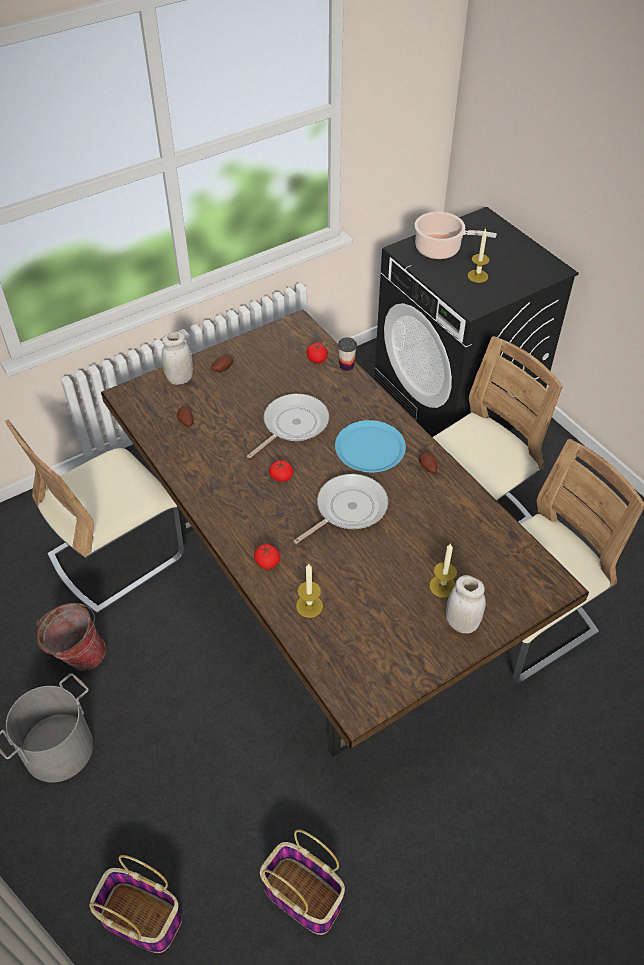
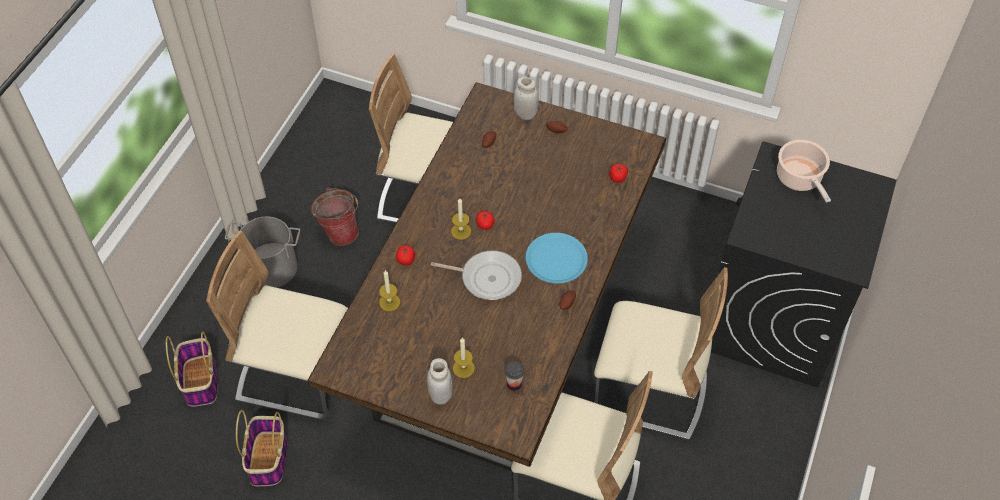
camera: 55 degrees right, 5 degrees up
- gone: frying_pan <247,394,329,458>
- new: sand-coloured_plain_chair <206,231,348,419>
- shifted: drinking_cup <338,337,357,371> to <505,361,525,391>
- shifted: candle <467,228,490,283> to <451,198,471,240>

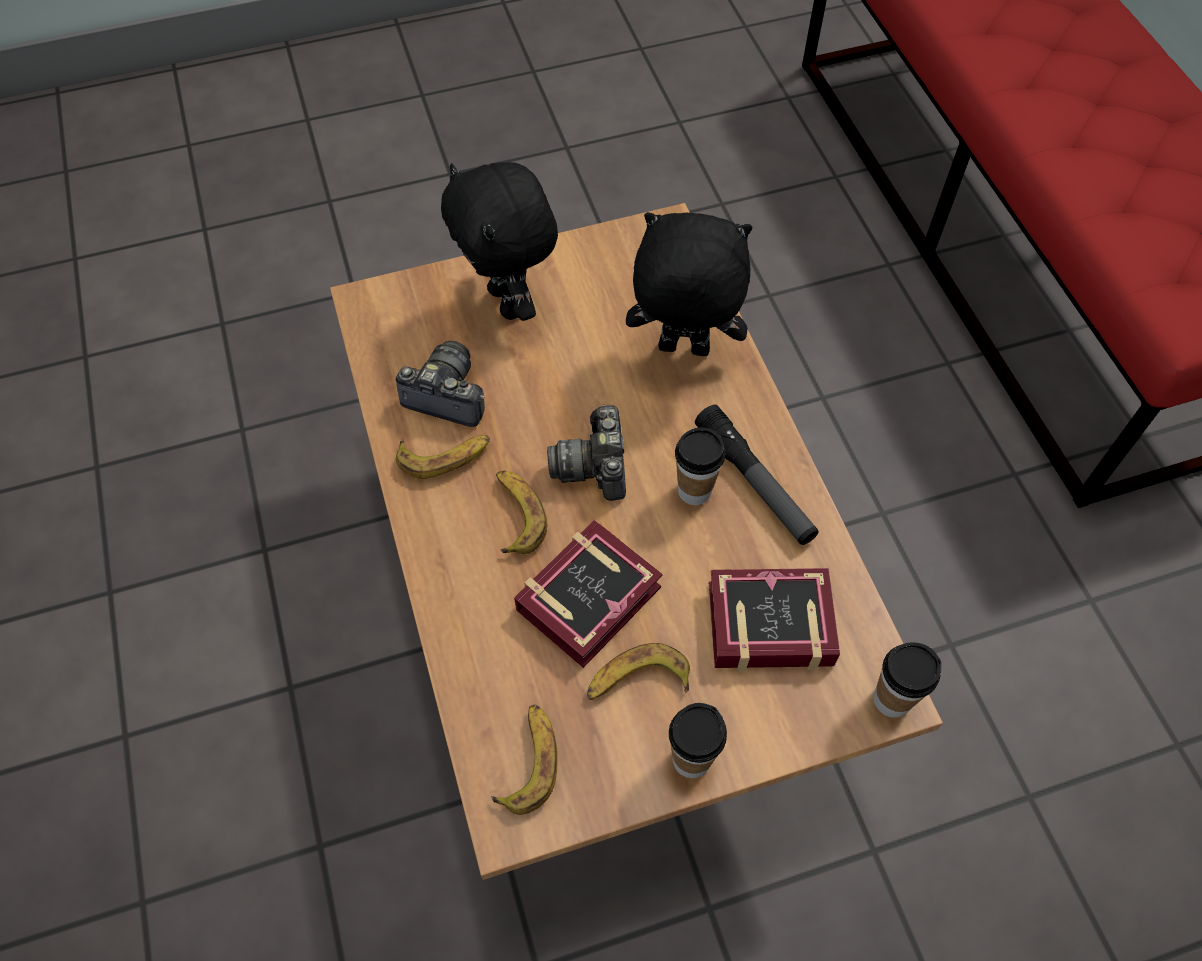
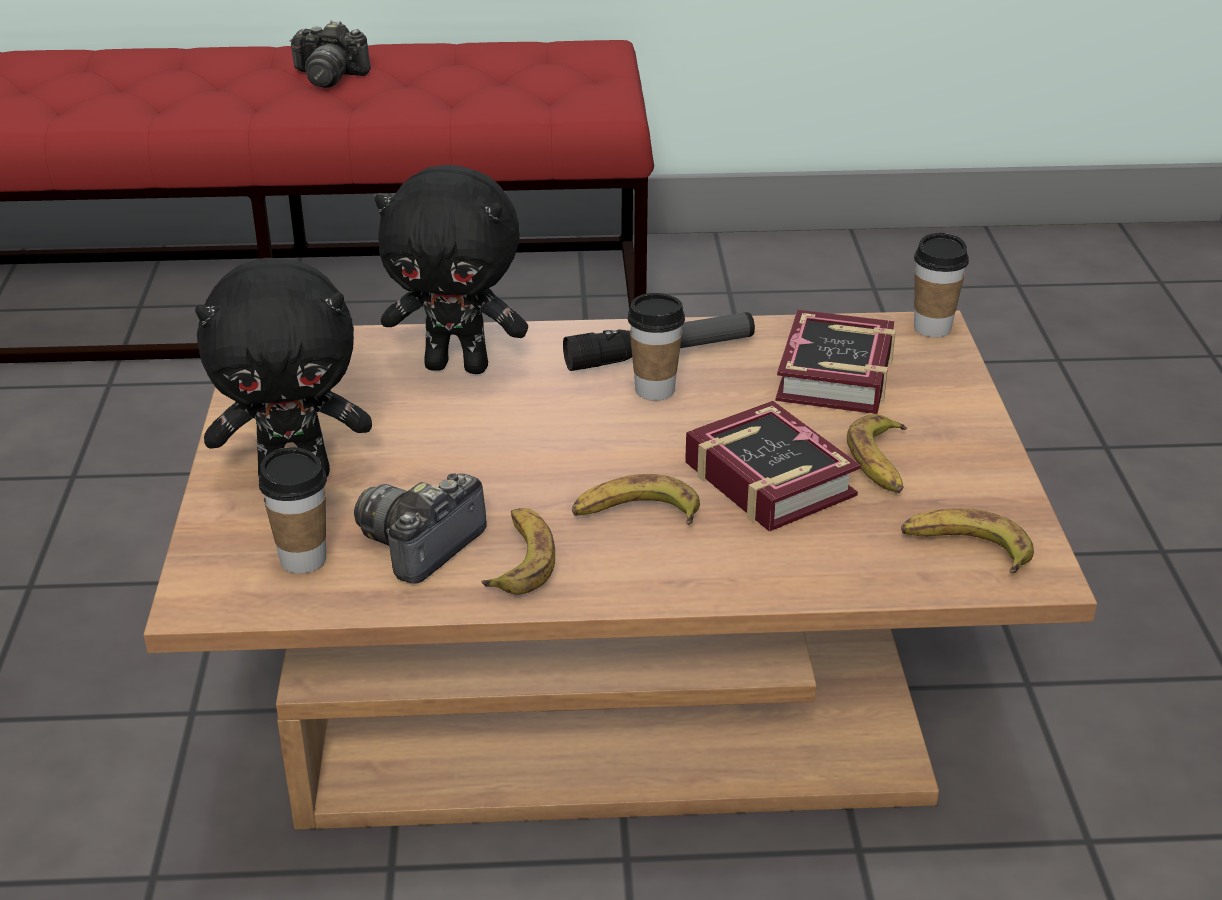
camera: 75 degrees left, 25 degrees down
- shifted: still_camera <547,404,626,501> to <289,20,371,88>
- shifted: drinking_cup <669,703,727,778> to <259,447,327,574>
- rotated: blackish_cuddly_toy <626,212,752,356> = <375,165,528,374> 105 degrees counterclockwise

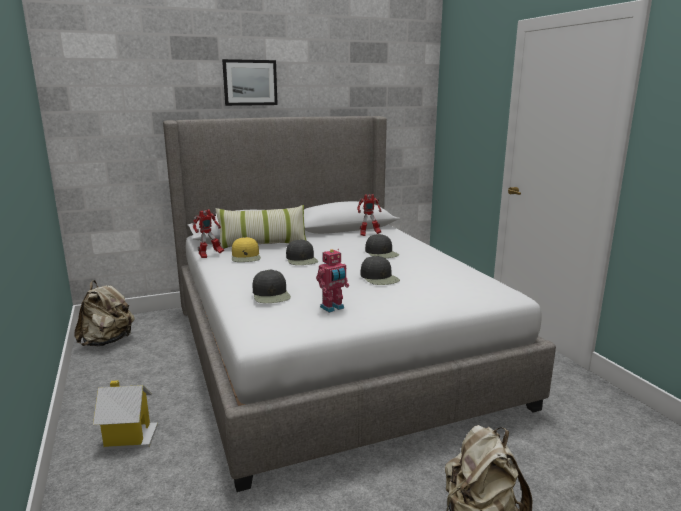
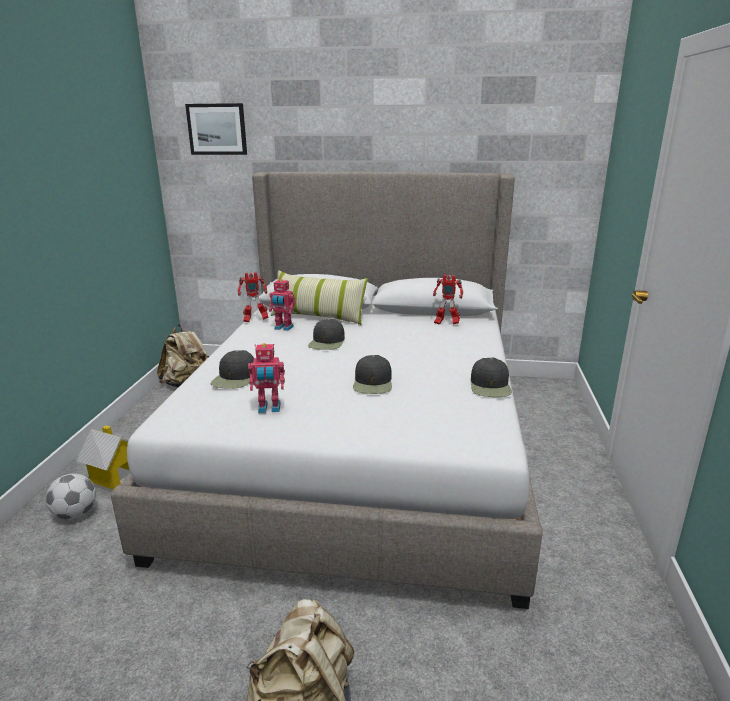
camera: 30 degrees right, 5 degrees up
- new: football <46,474,96,520>
- shifted: picture <222,59,278,106> to <185,103,247,155>
- shifted: blackish_peaked_cap <365,234,399,258> to <471,358,512,397>
- swapped: yellow-coloured_peaked_cap <232,237,261,262> to robot_figure <269,279,296,331>

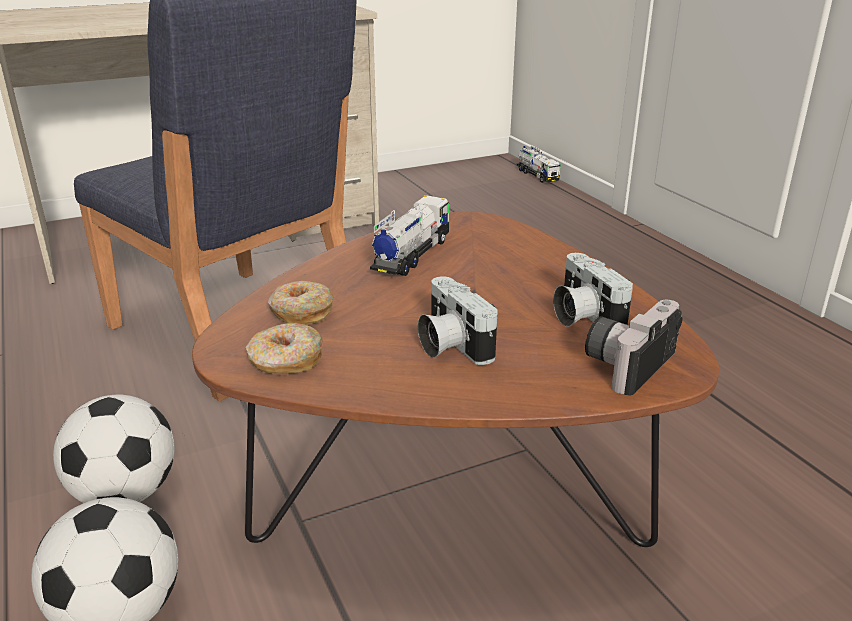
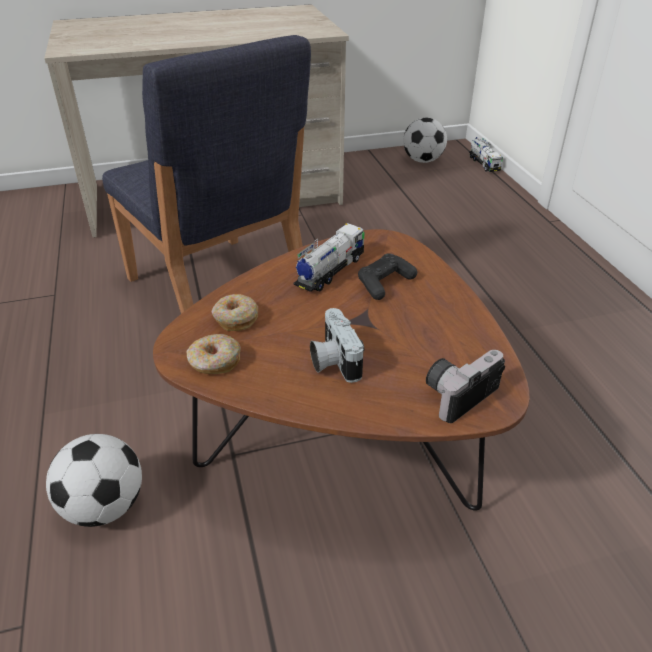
camera: 10 degrees right, 10 degrees up
- gone: still_camera <553,253,633,327>
- new: blackish_joypad <358,253,417,300>
- shifted: football <53,395,175,503> to <403,118,447,163>

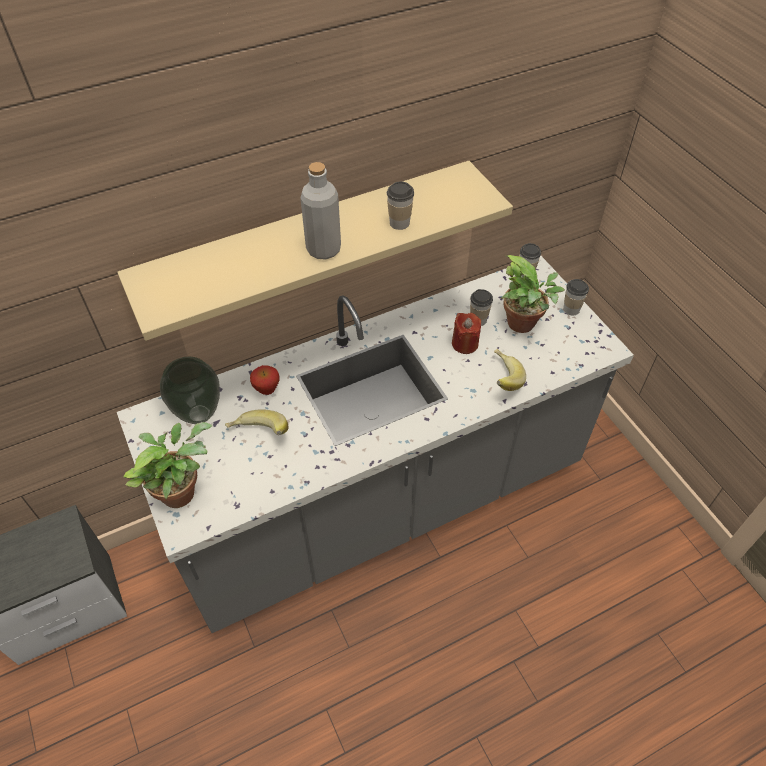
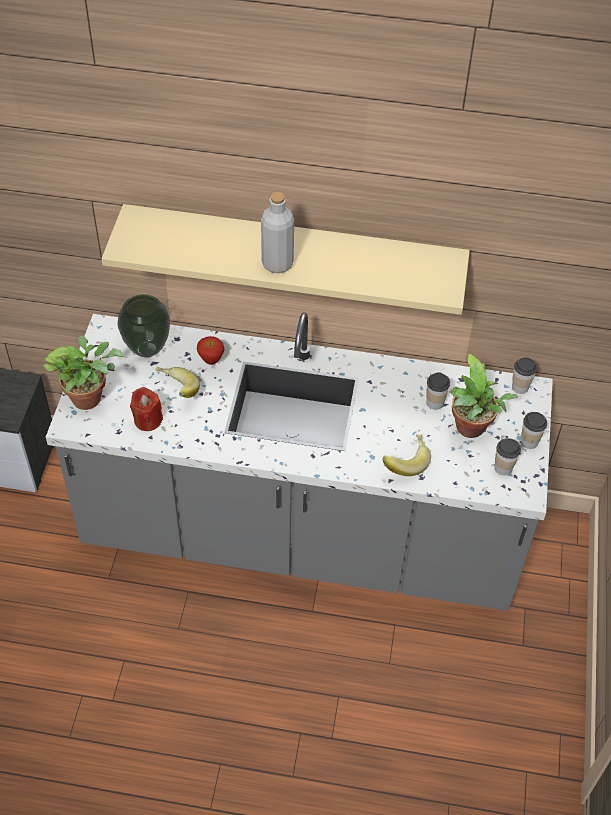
camera: 35 degrees right, 0 degrees up
- shifted: drinking_cup <387,181,414,230> to <494,438,521,475>
- shifted: red-coloured_candle <452,313,481,354> to <130,387,163,431>

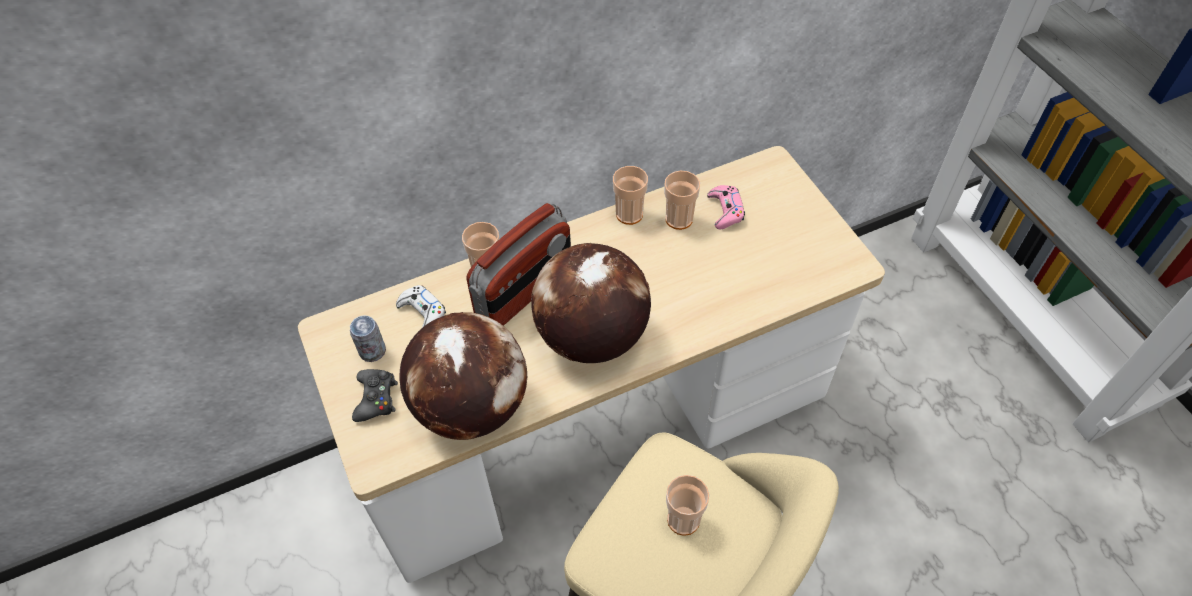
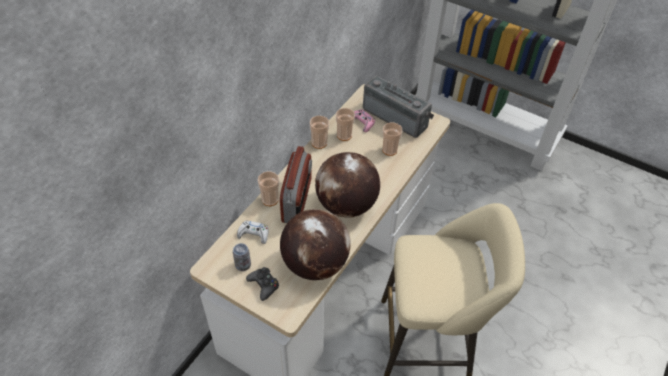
camera: 35 degrees left, 5 degrees down
- new: radio_receiver <363,75,434,138>
- shifted: drinking_cup <666,475,709,536> to <382,122,402,156>

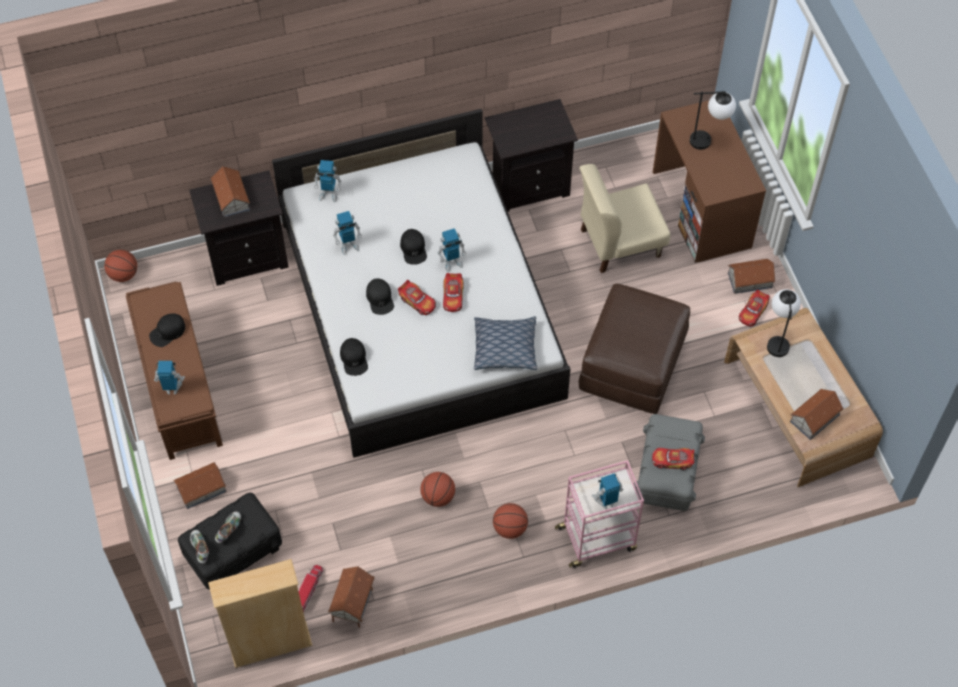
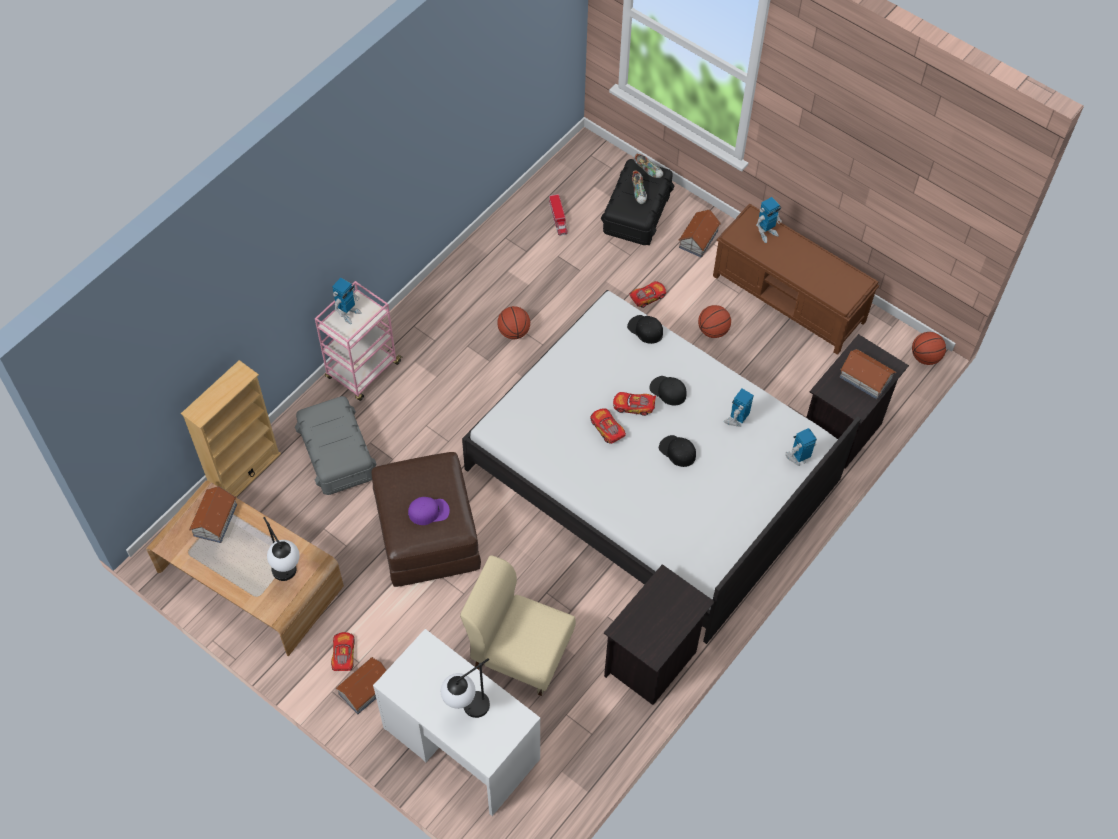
camera: 145 degrees right, 0 degrees up
- gone: blackish_peaked_cap <149,313,185,347>
- gone: toy_house <328,566,375,628>
- gone: robot_figure <438,228,466,272>
- gone: pillow <474,316,537,370>
- new: purple_peaked_cap <408,497,450,525>
- shifted: sand-coloured_bookcase <208,559,313,668> to <181,360,281,497>
- shifted: basketball <493,503,528,539> to <698,305,731,338>
- shifted: toy_car <652,448,694,470> to <629,281,666,308>
- repainted: brown-coloured_desk <653,100,766,263> to whitish_desk <373,629,541,816>
- rotated: sand-coloured_plain_chair <579,164,670,273> = <460,555,576,696> 105 degrees counterclockwise

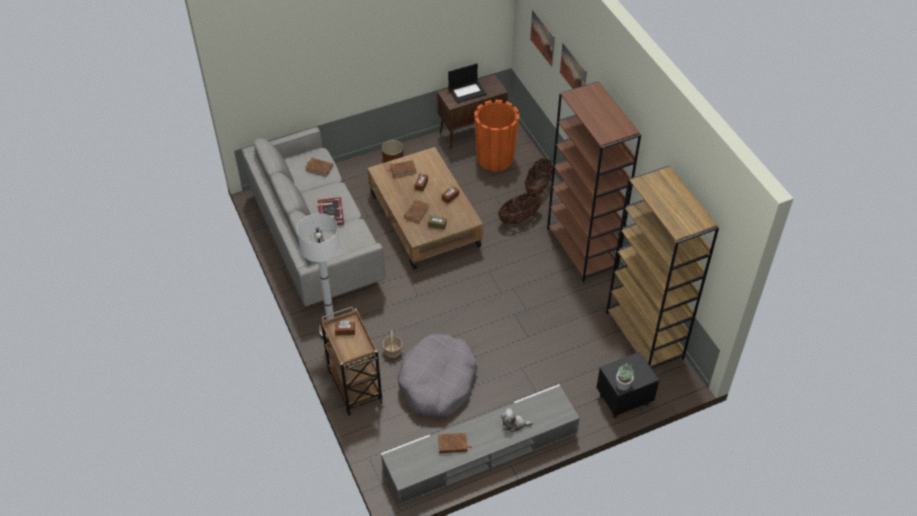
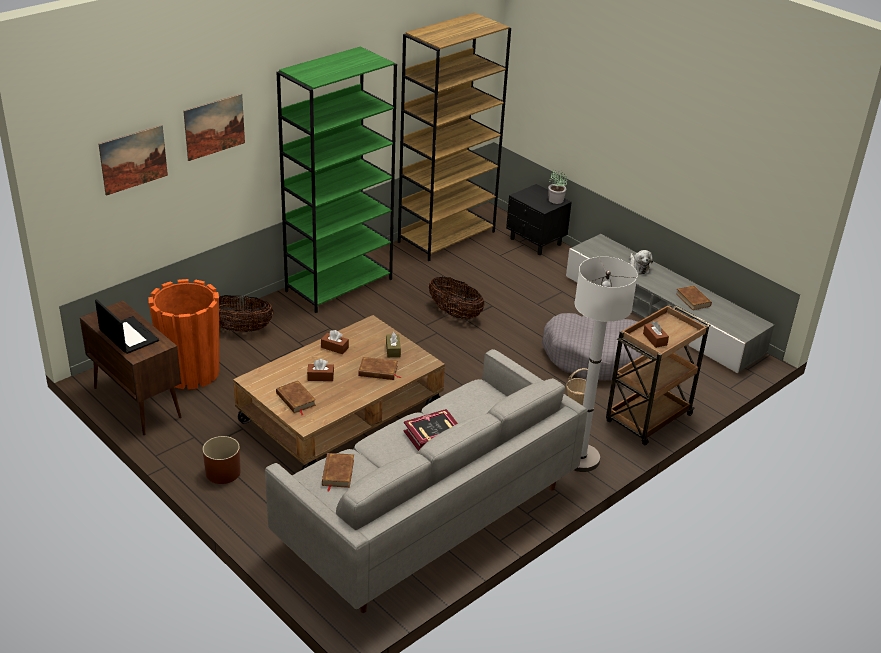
camera: 110 degrees left, 15 degrees down
- shifted: storage_basket <498,193,542,224> to <429,277,485,320>
- repainted: brown-coloured_bookcase <547,81,641,283> to green_bookcase <277,47,397,313>

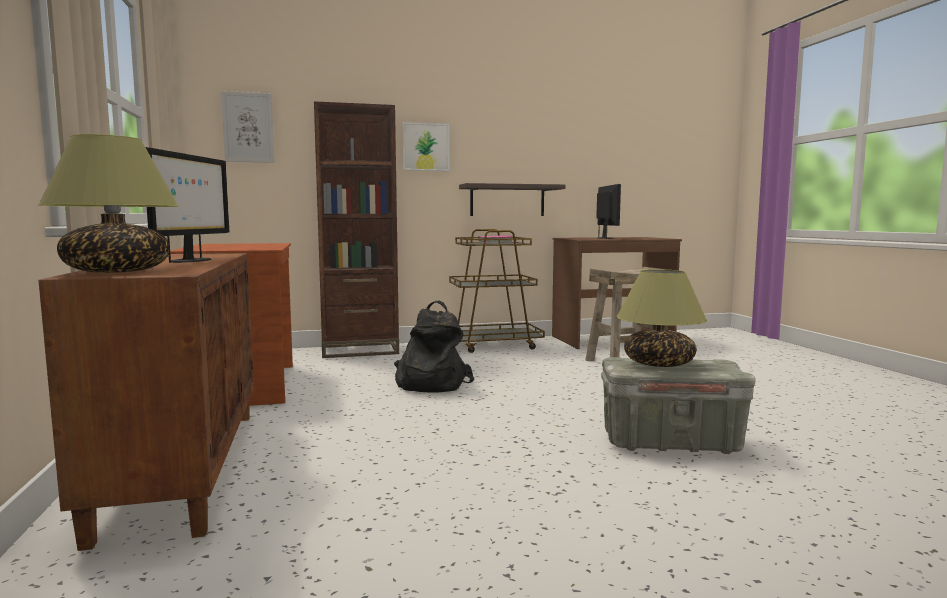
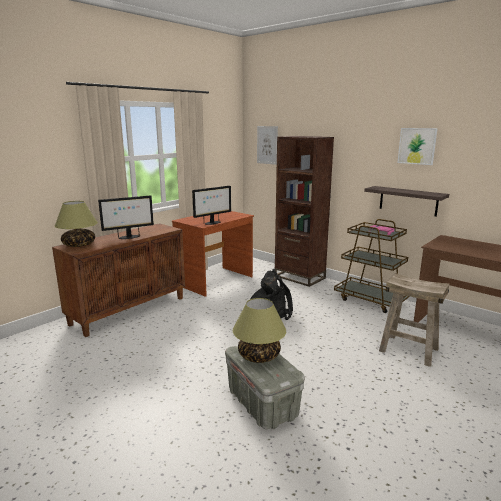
camera: 55 degrees right, 10 degrees up
- shifted: picture <402,122,449,171> to <397,128,438,165>
- shifted: computer_screen <596,184,621,239> to <192,186,231,225>

